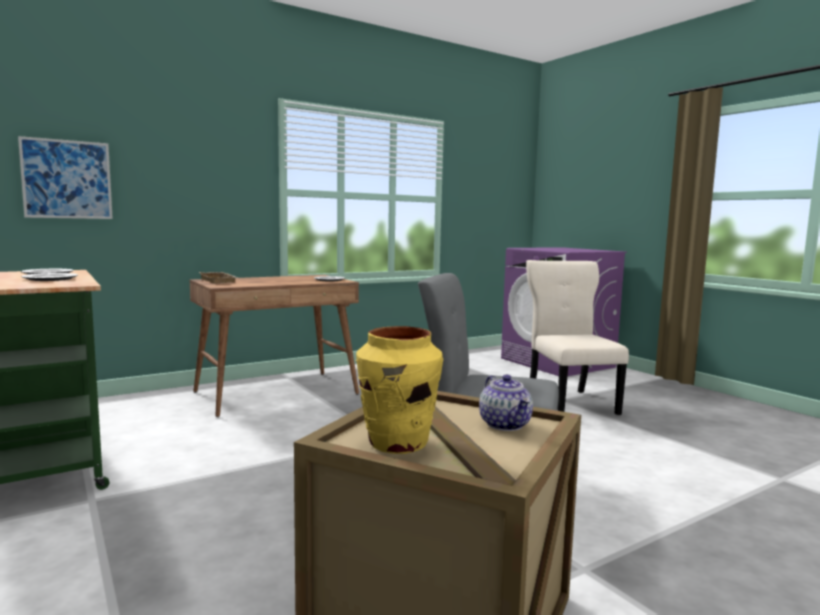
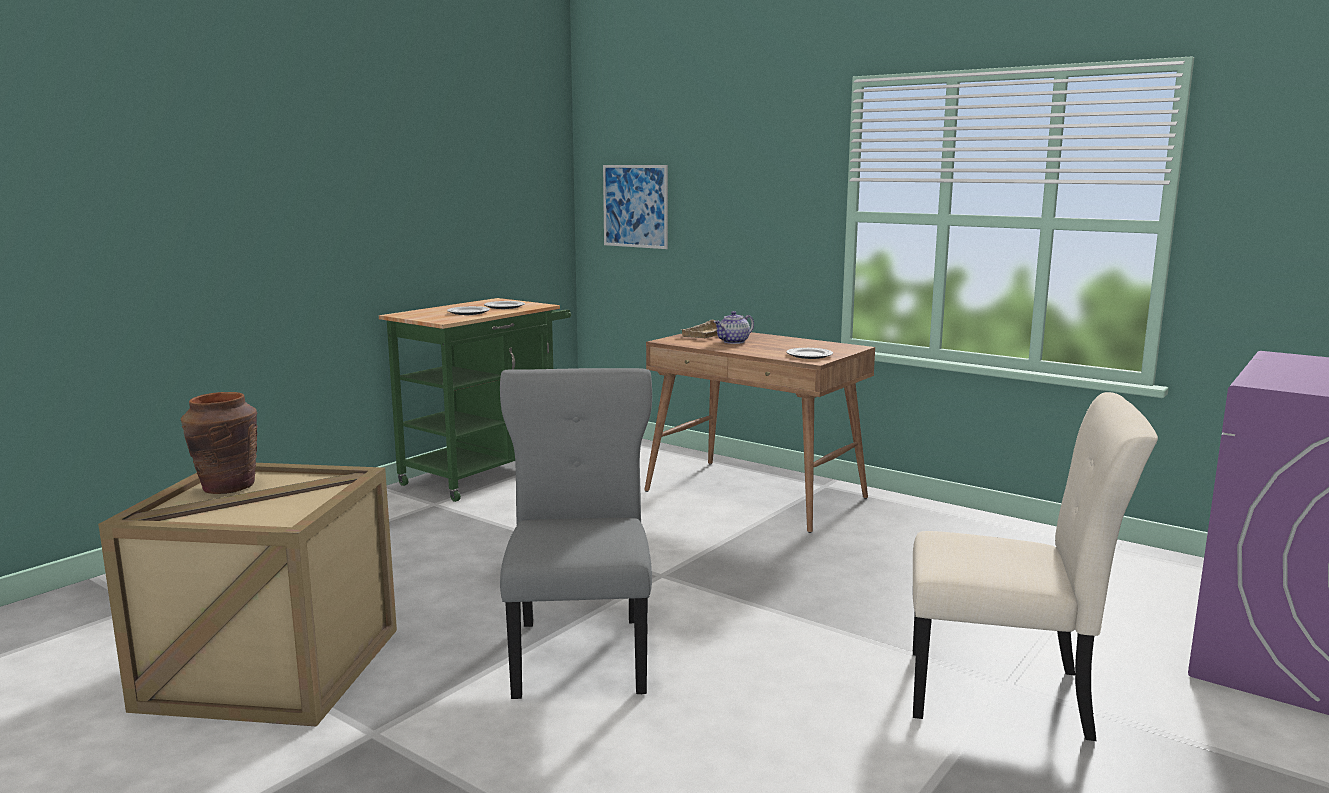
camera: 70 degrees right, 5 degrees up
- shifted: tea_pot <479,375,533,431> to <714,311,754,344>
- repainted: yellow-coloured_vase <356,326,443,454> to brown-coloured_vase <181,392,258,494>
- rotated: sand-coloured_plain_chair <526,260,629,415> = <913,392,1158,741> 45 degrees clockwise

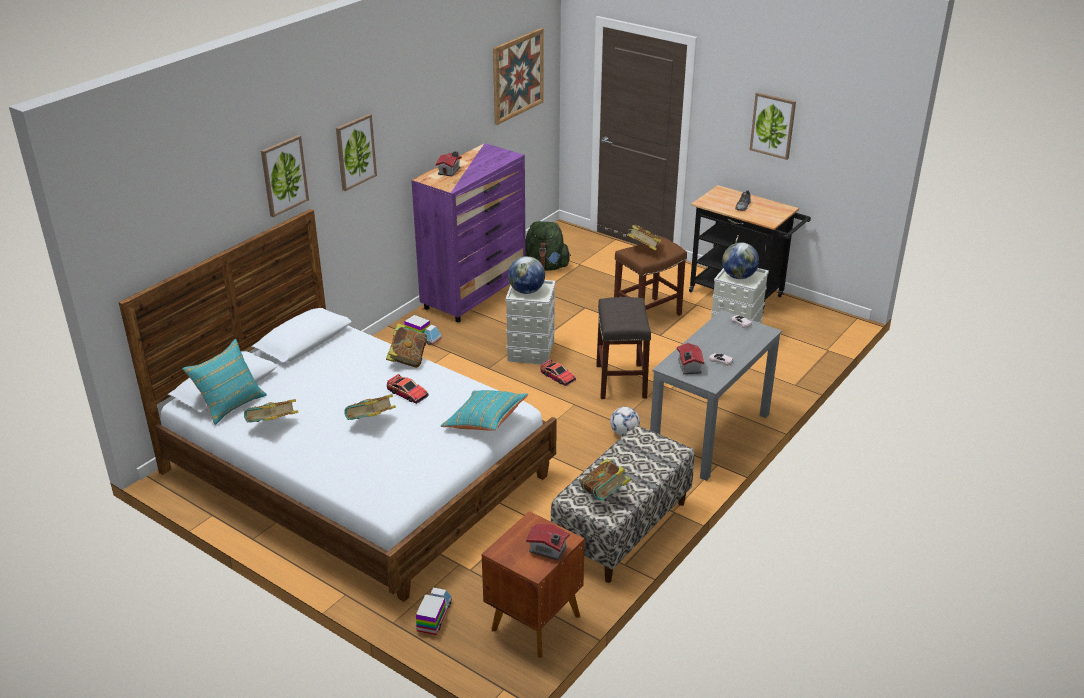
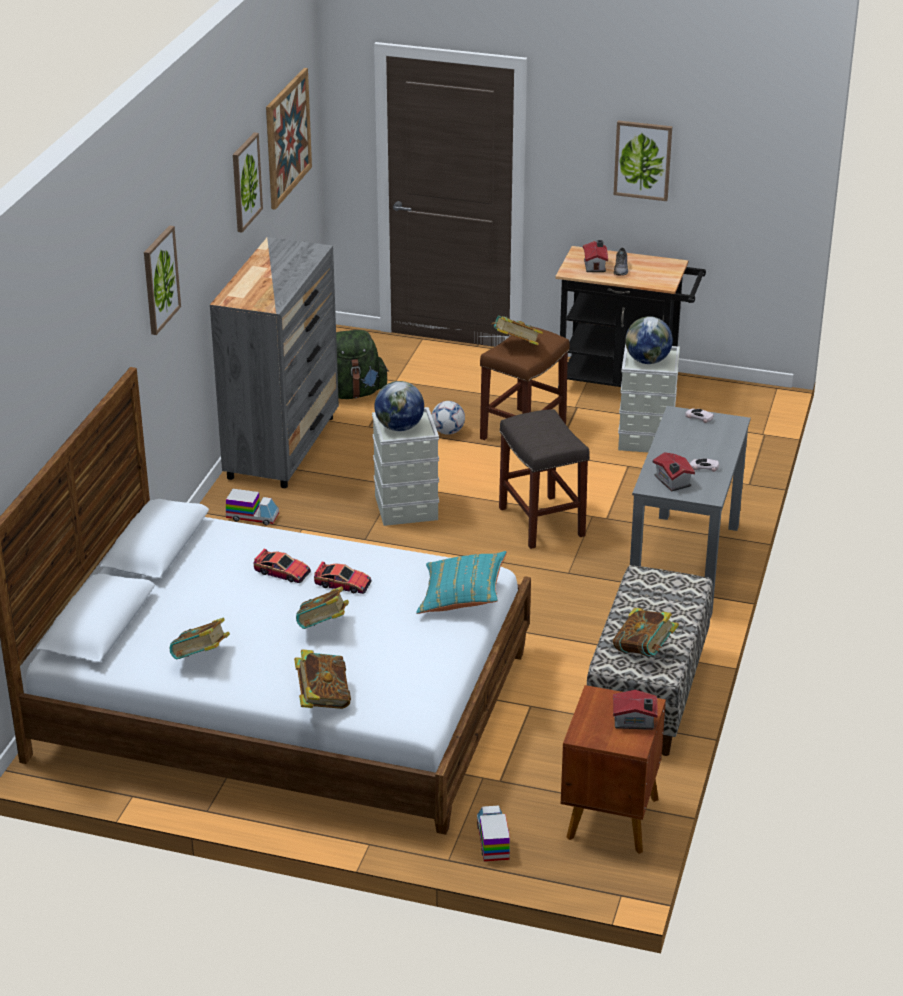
camera: 20 degrees left, 0 degrees up
- gone: turquoise-coloured_pillow <182,339,267,425>
- shifted: picture <261,135,309,217> to <233,132,263,232>
- shifted: bound_book <386,323,427,368> to <294,649,351,709>
- shifted: toy_house <436,151,462,176> to <583,240,608,272>
- shifted: toy_car <541,359,576,386> to <254,549,311,583>
- shifted: football <610,407,640,436> to <432,401,465,435>
- repainted: purple_drawer_chest <411,143,526,322> to greyish_drawer_chest <210,237,339,488>

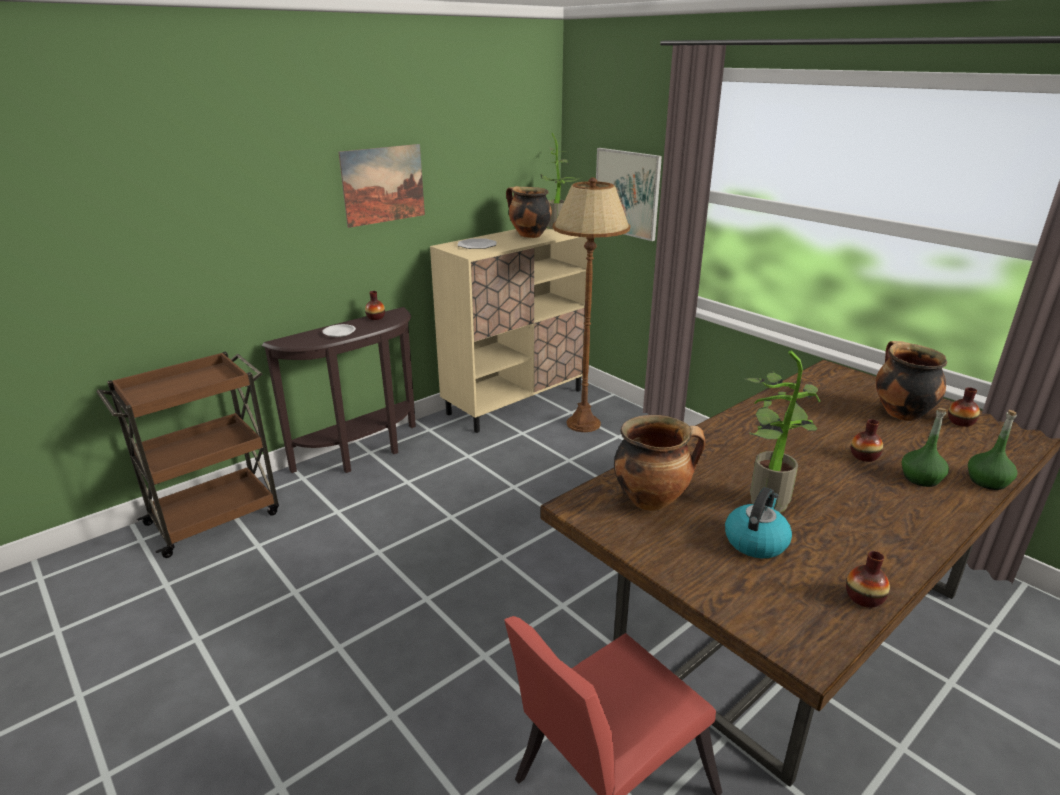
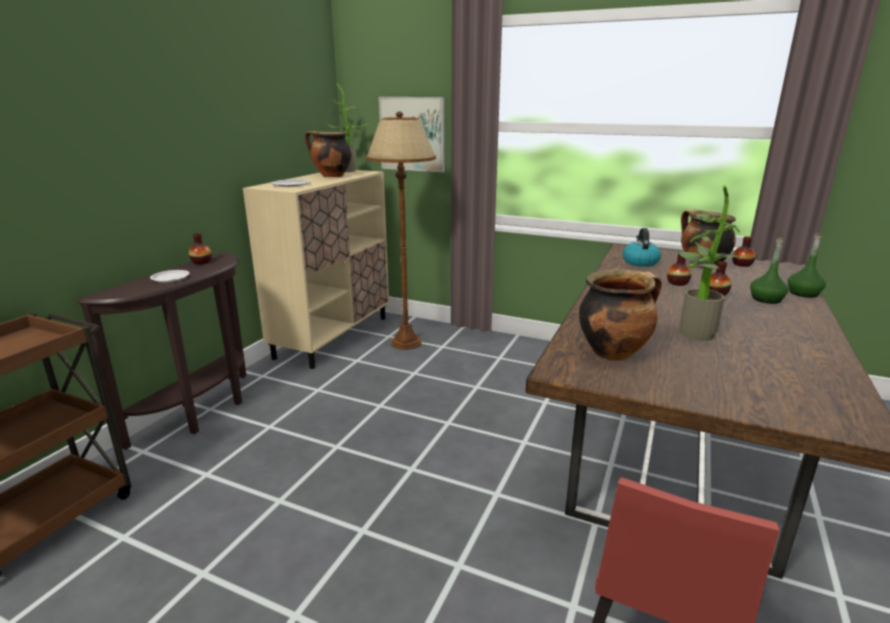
camera: 25 degrees left, 5 degrees down
- gone: picture <338,144,425,228>
- shifted: kettle <725,487,792,558> to <623,228,661,267>
- shifted: vase <846,551,890,608> to <667,253,691,286>

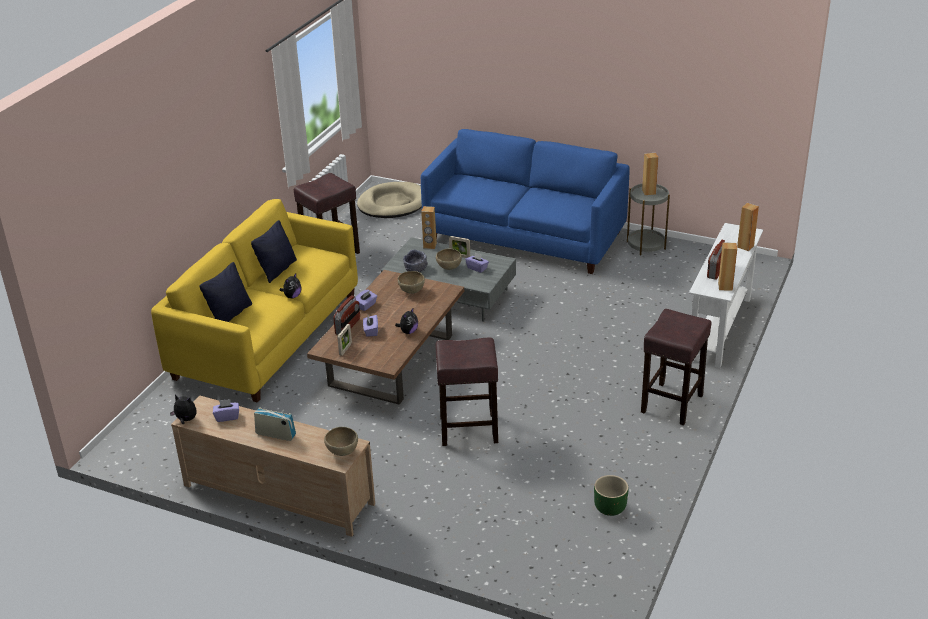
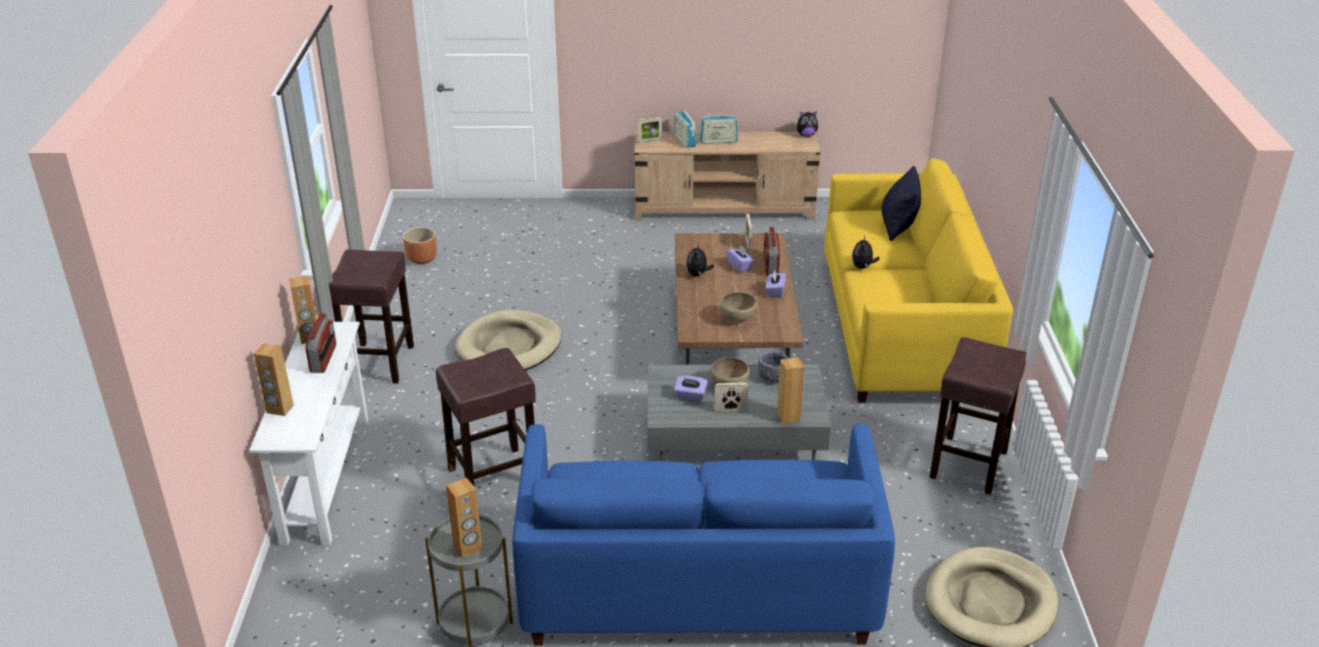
camera: 155 degrees right, 0 degrees up
- gone: purple_tissue_holder <213,399,239,422>
- gone: blackish_pillow <251,220,297,283>
- new: sand-coloured_dog_bed <455,310,562,371>
- new: radio_receiver <674,111,696,148>
- shifted: brown-coloured_sitting_stool <435,338,498,446> to <436,348,536,487>
- swapped: brown-coloured_bowl <324,427,358,456> to picture_frame <637,117,662,144>
- repainted: green_flower_pot <594,475,628,516> to brown-coloured_flower_pot <403,227,437,264>

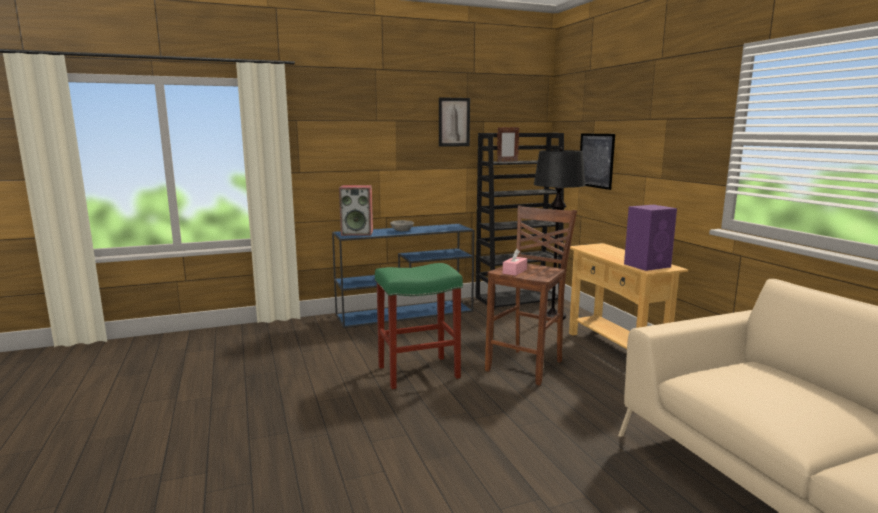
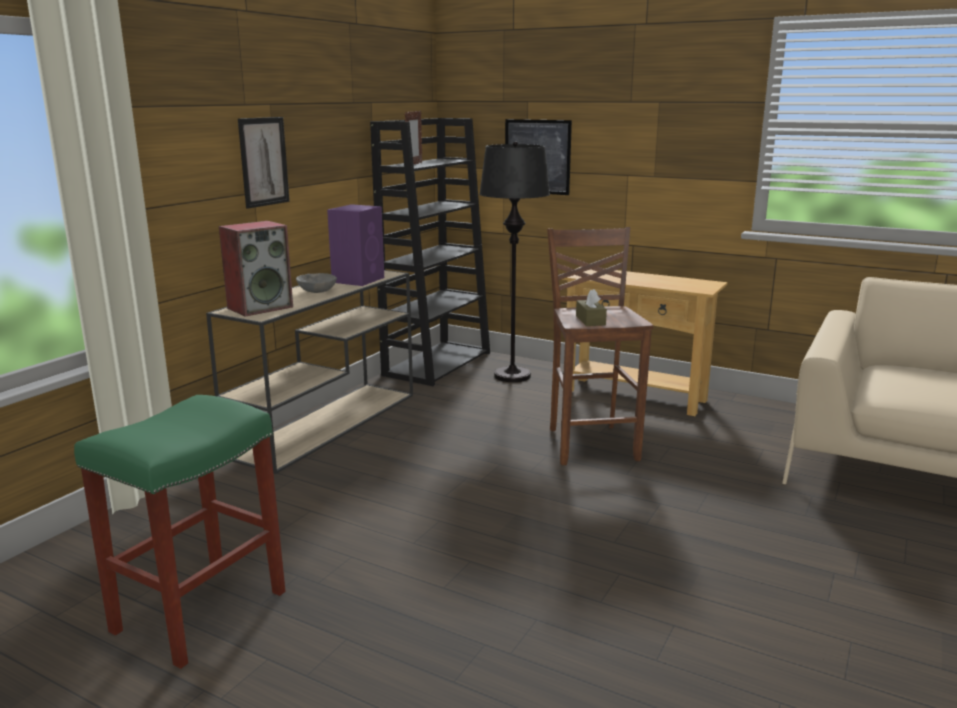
camera: 40 degrees left, 5 degrees up
- shifted: green_sitting_stool <375,263,463,389> to <74,395,285,669>
- shifted: picture <439,97,470,147> to <238,117,290,209>
- shifted: purple_loudspeaker <624,205,677,271> to <327,204,384,286>
- repainted: bluish_hall_table <332,223,474,328> to sand-coloured_hall_table <206,270,413,474>
- repainted: pink_tissue_holder <503,249,527,276> to brown-coloured_tissue_holder <576,289,607,326>

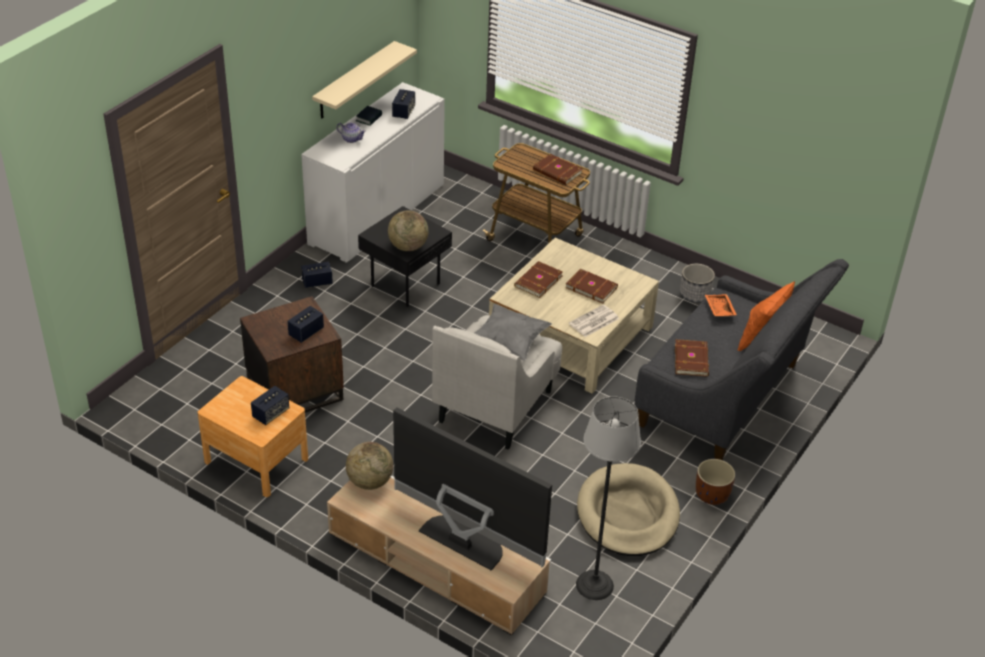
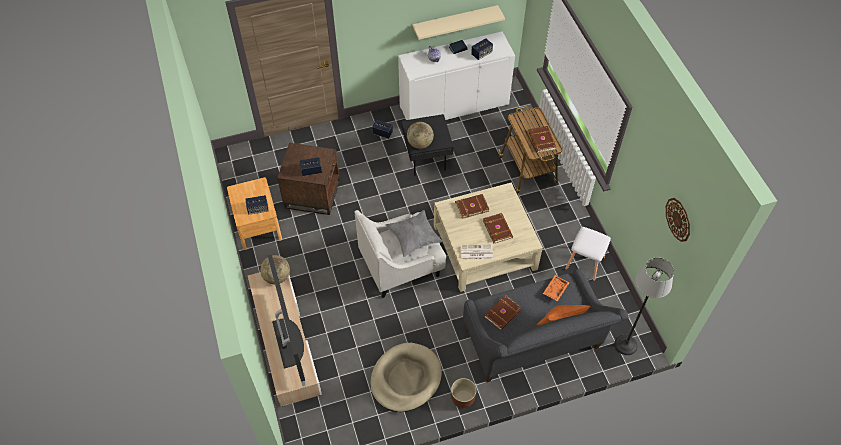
camera: 40 degrees right, 15 degrees up
- new: wall_clock <666,198,690,242>
- shifted: standing_lamp <576,396,641,600> to <614,258,674,355>
- swapped: flower_pot <680,264,715,303> to whitish_sitting_stool <565,227,611,281>

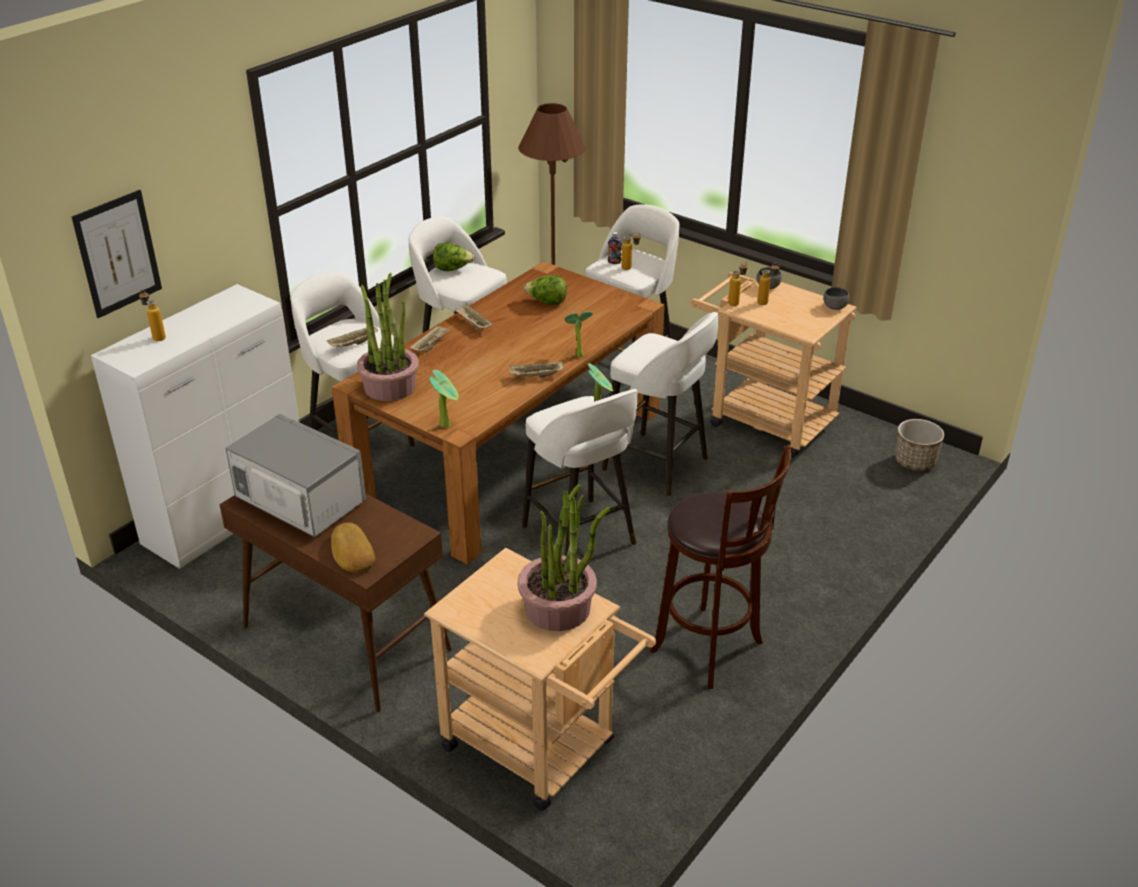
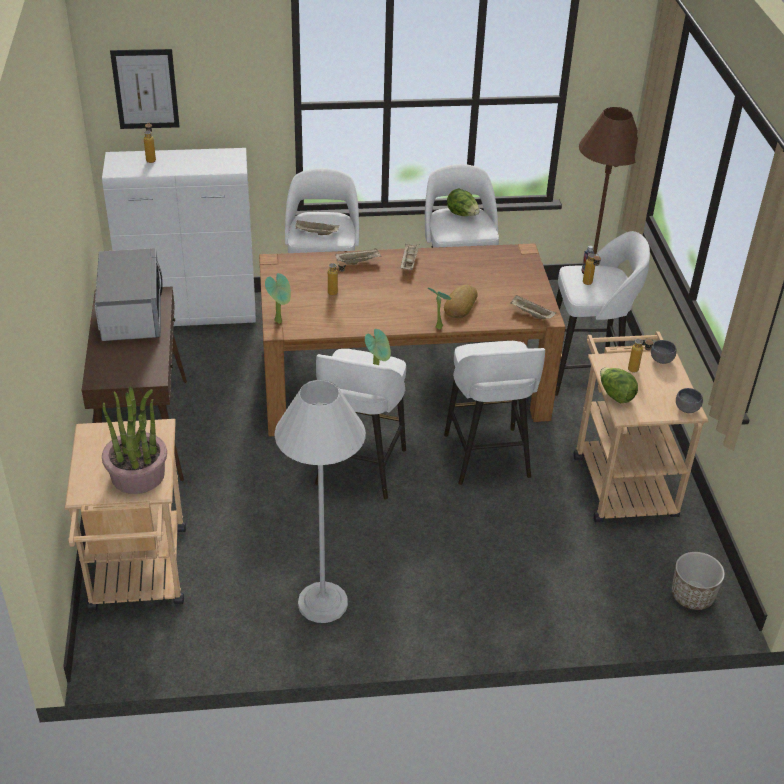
camera: 45 degrees right, 5 degrees up
- gone: houseplant <357,273,419,401>
- shifted: bread <331,522,375,573> to <444,285,478,318>
- shifted: sand-coloured_carrying_tray <509,361,564,378> to <510,295,556,319>
- shifted: head_of_lettuce <524,275,567,305> to <600,367,638,403>
- shifted: drink_bottle <728,262,747,306> to <328,260,346,295>
- swapped: brown-coloured_sitting_stool <650,445,792,689> to whitish_standing_lamp <274,380,366,623>

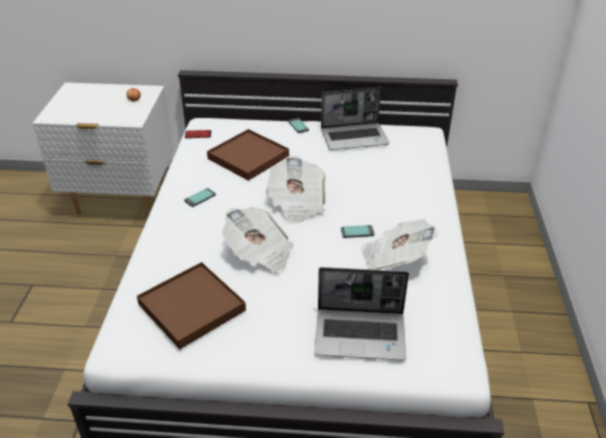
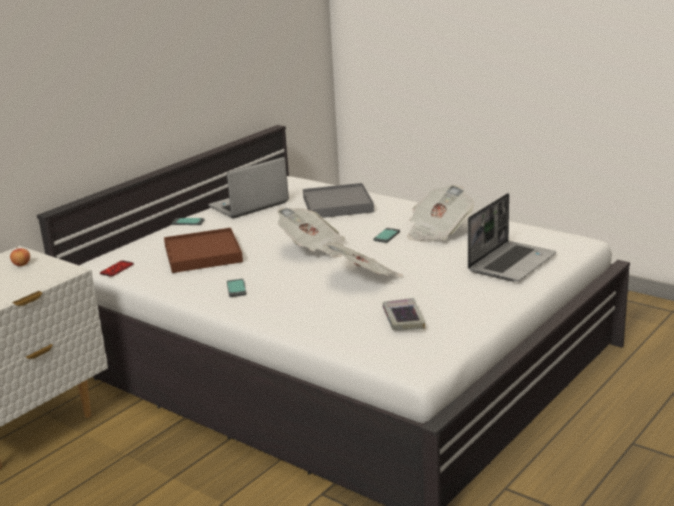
camera: 55 degrees left, 15 degrees down
- new: greyish_carrying_tray <303,183,374,218>
- swapped: brown-coloured_carrying_tray <137,262,246,349> to bound_book <383,298,425,330>
- rotated: portable_computer <321,87,390,150> = <208,157,289,218> 150 degrees counterclockwise

